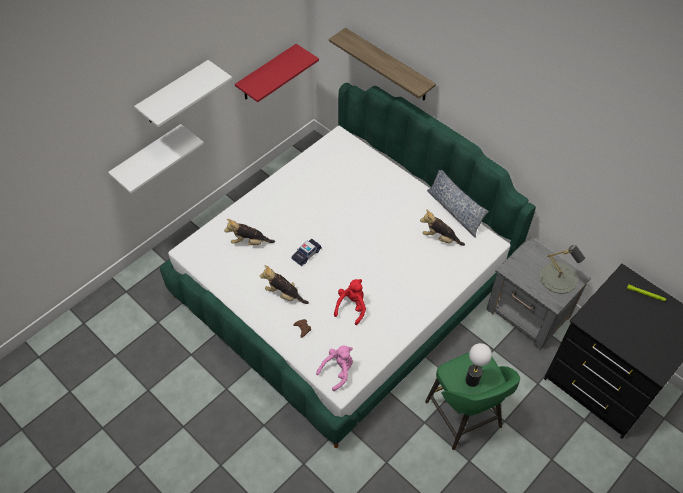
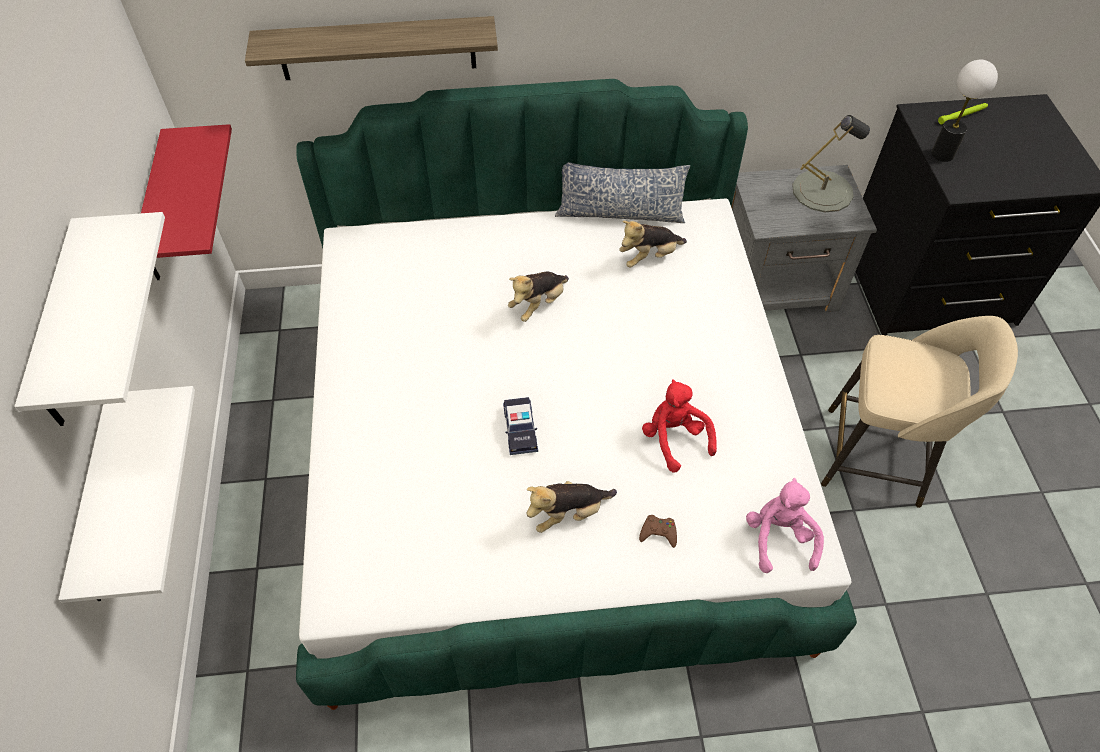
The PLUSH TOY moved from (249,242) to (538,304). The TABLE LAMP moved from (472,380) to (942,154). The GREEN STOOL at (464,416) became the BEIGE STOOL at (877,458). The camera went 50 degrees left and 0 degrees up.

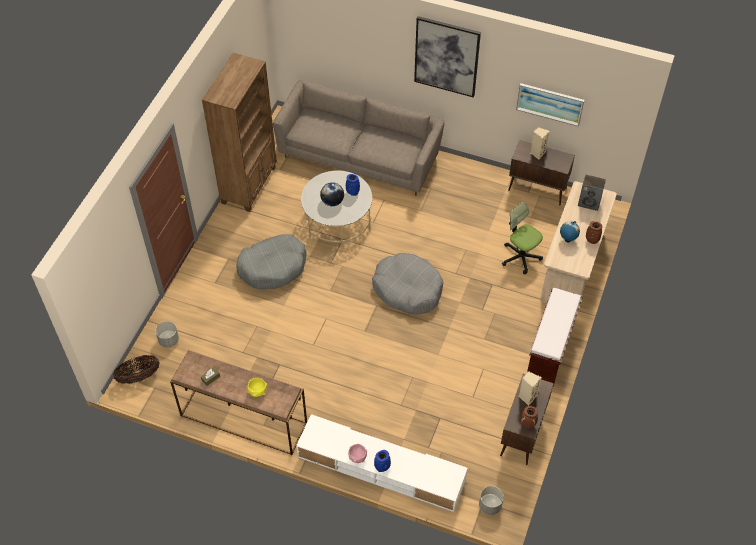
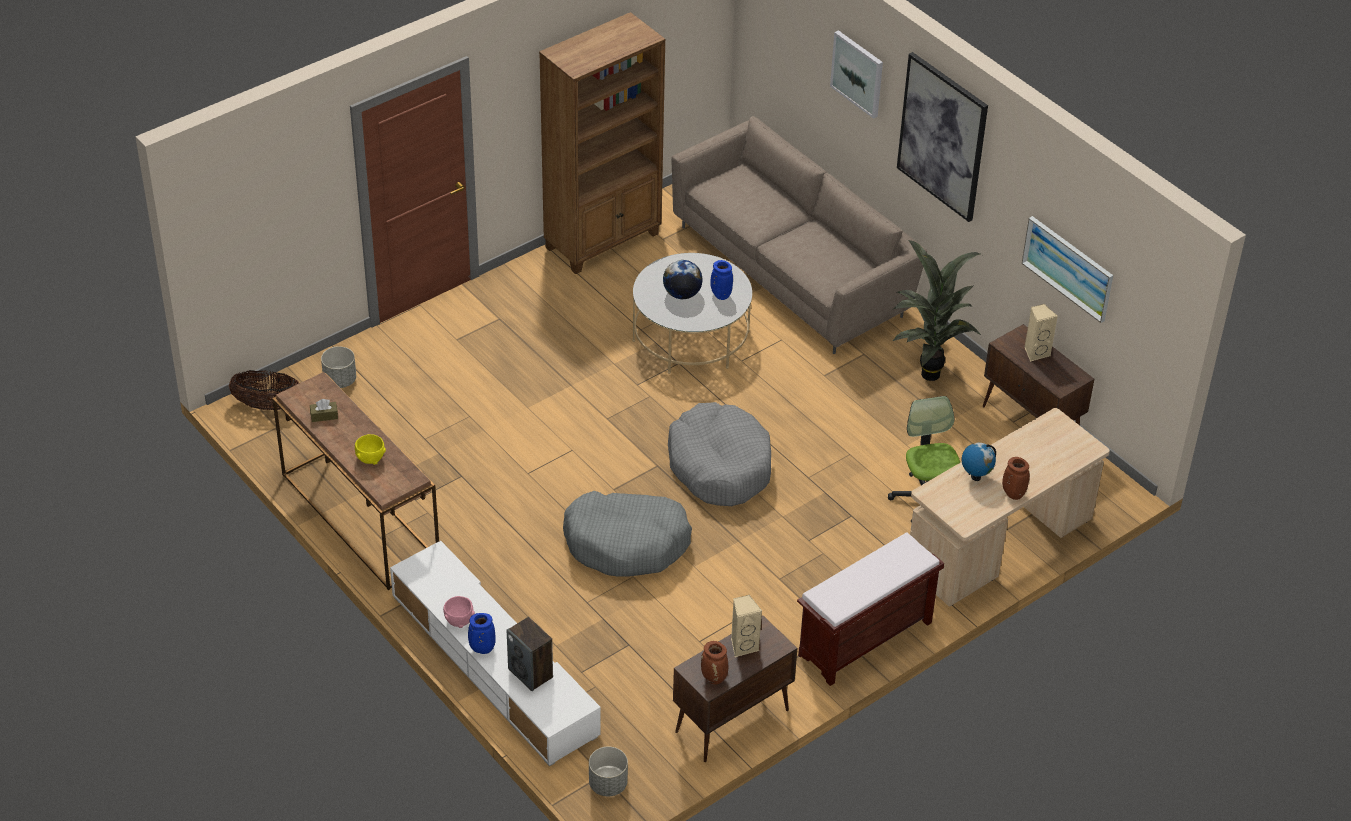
The SPEAKER moved from (589,203) to (531,673). The GREY DOG BED moved from (273,267) to (626,543). The PICTURE at (858,73) appeared. The POTTED PLANT at (927,372) appeared. The camera went 30 degrees right and 10 degrees down.

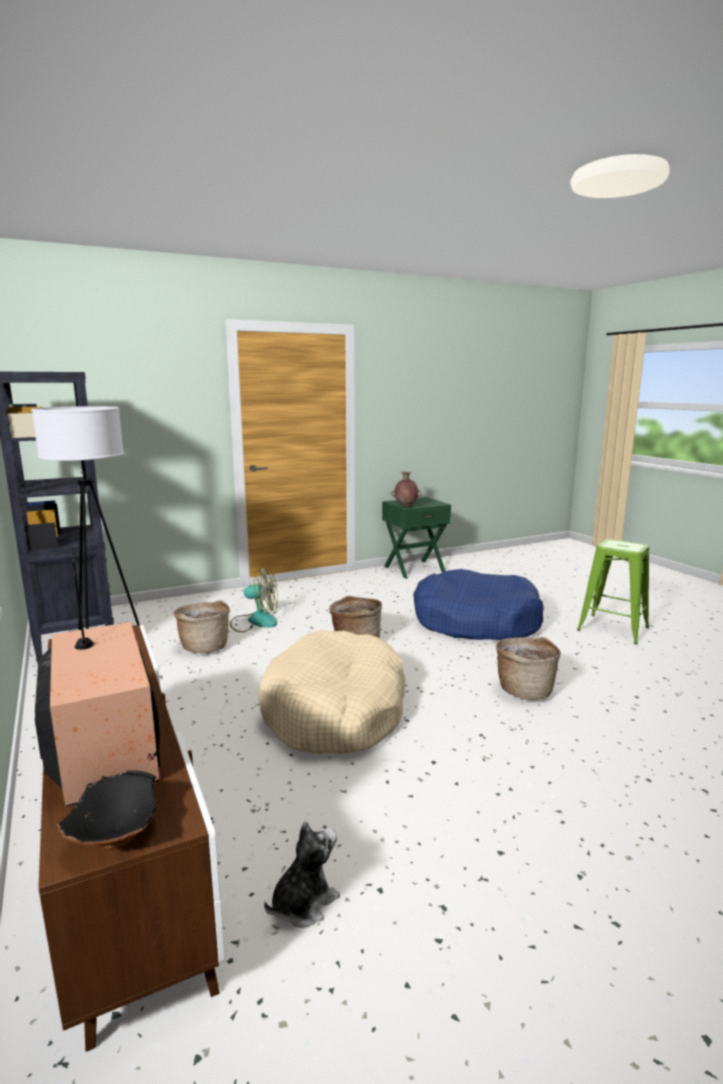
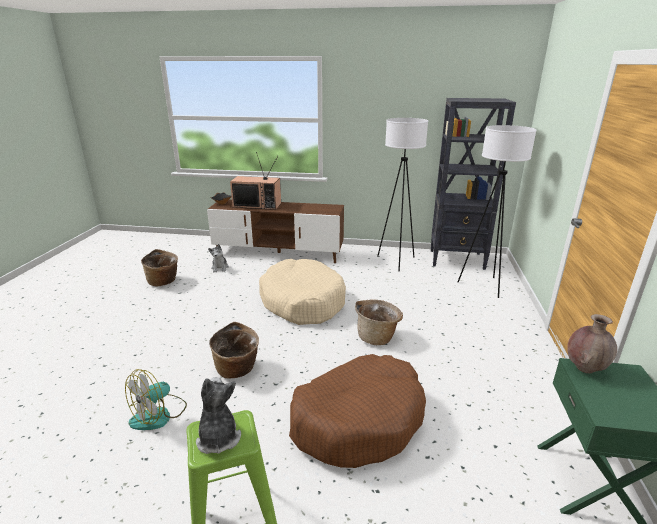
The FAN moved from (255,621) to (159,415). The BLUE DOG BED at (475,621) became the BROWN DOG BED at (358,420). The BASKET moved from (205,646) to (163,282). The WHITE FLOOR LAMP at (483,286) appeared. The PLUSH TOY at (218,437) appeared. The camera went 125 degrees right and 10 degrees up.

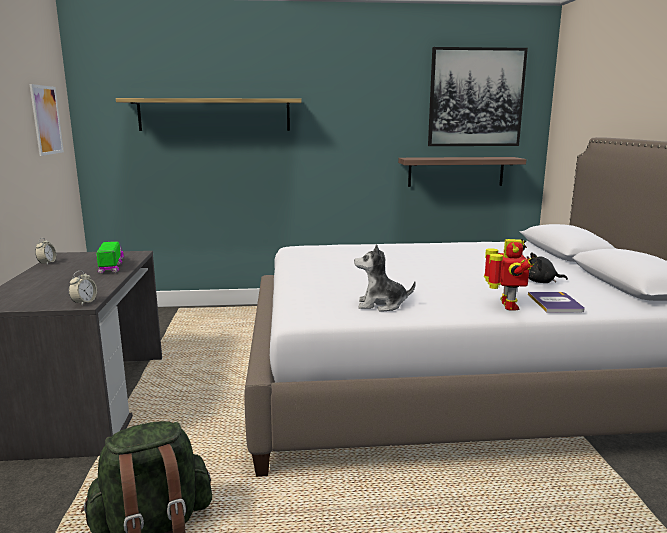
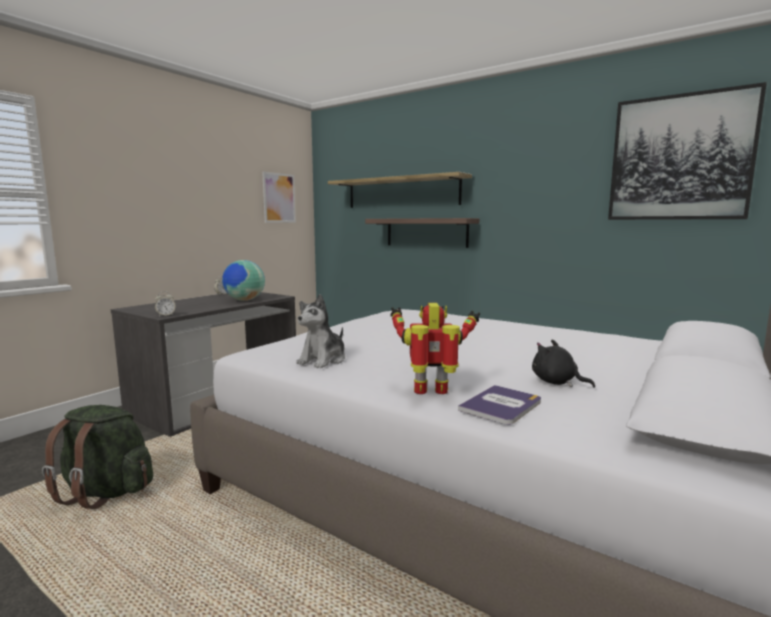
The SHELF moved from (456,171) to (426,232). The TOY ROBOT at (507,306) turned 135 degrees counterclockwise. The TOY TRUCK at (111,266) was replaced by the GLOBE at (244,300). The PLUSH TOY at (381,305) turned 105 degrees counterclockwise. The camera went 40 degrees right and 5 degrees down.

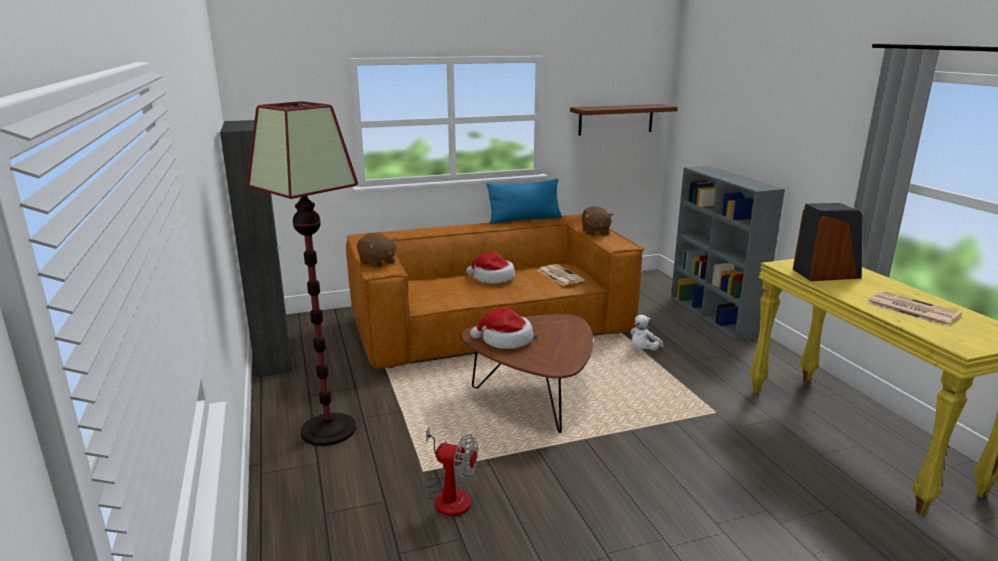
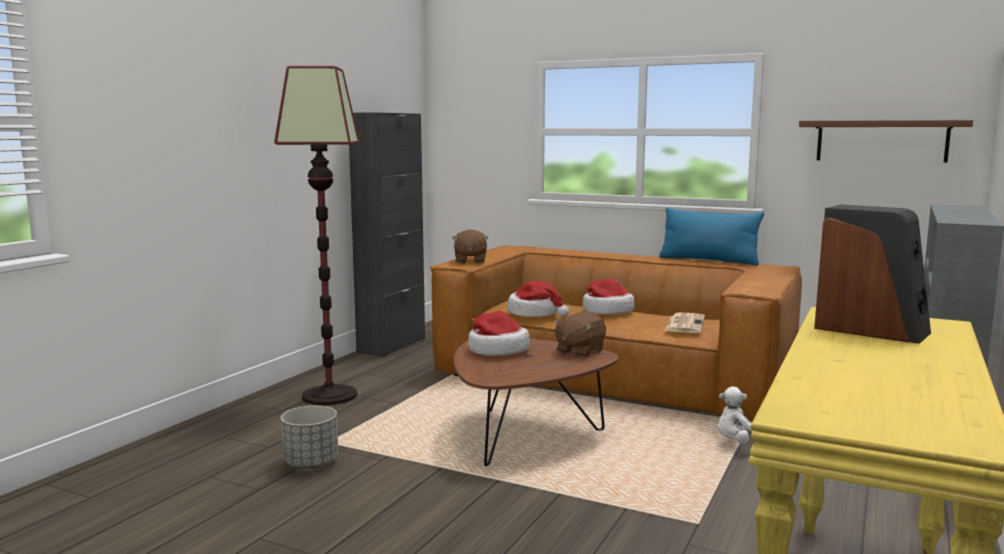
The BROWN PLUSH TOY moved from (595,232) to (579,351). The NEWSPAPER at (911,309) disappeared. The FAN at (449,495) was replaced by the GREY PLANTER at (311,463). The HAT at (535,313) appeared. The camera went 45 degrees right and 10 degrees down.

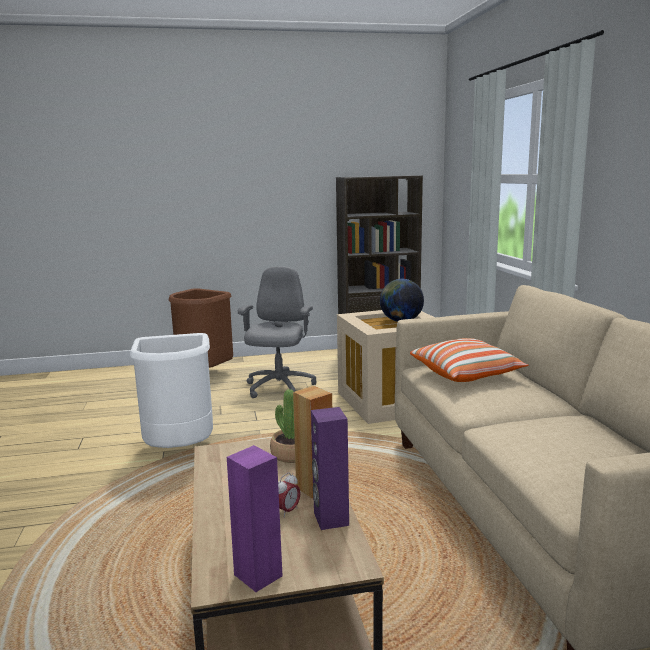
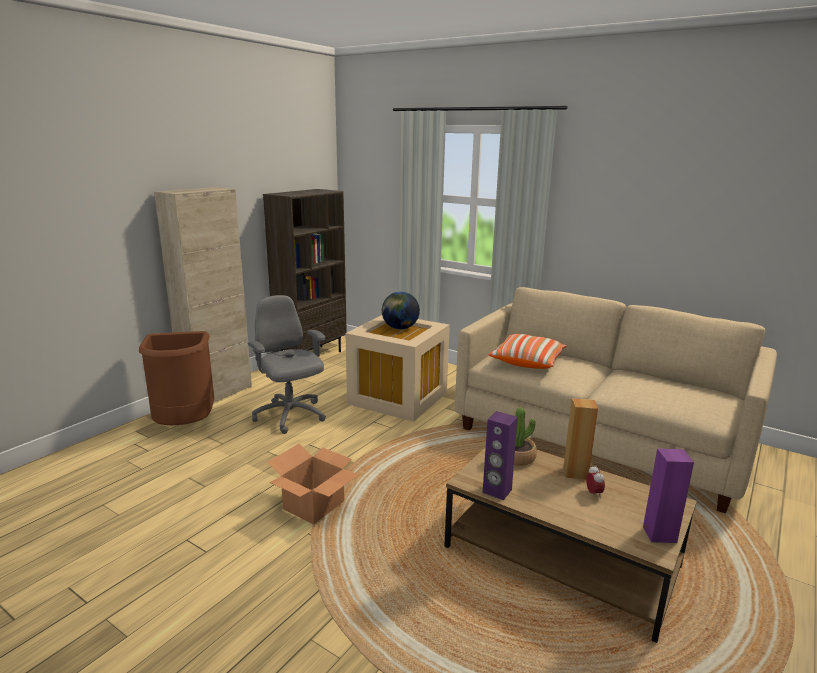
The WHITE TRASH CAN at (179,450) was replaced by the CARDBOARD BOX at (314,505). The PURPLE SPEAKER moved from (330,519) to (497,491). The BEIGE CABINET at (217,394) appeared. The camera went 45 degrees left and 5 degrees up.

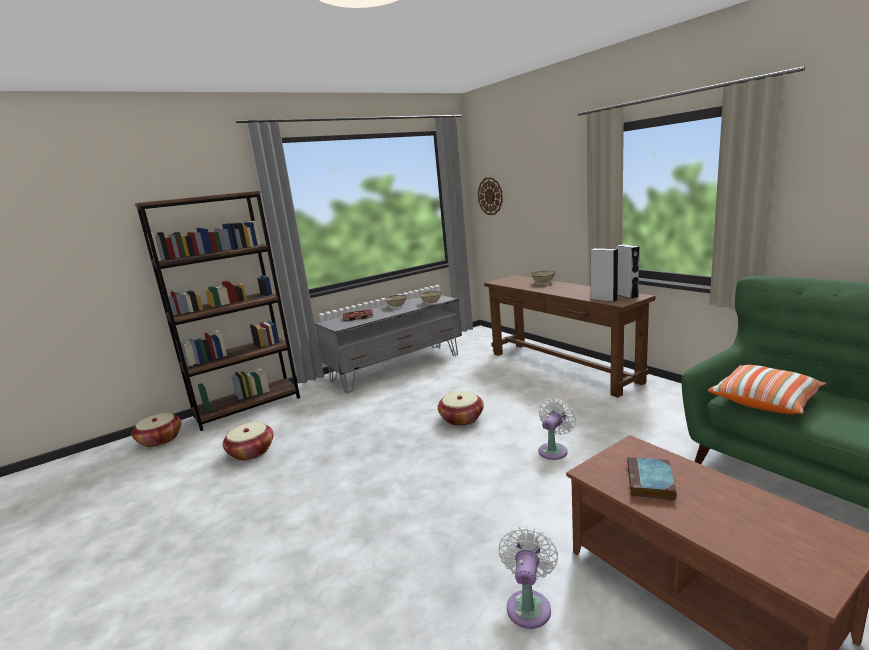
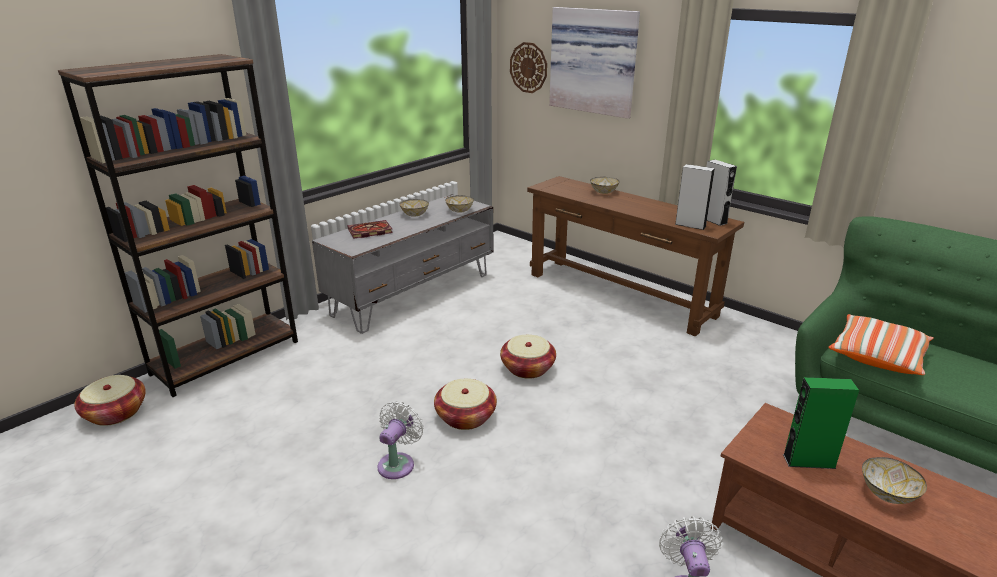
The WHITE FAN moved from (554,450) to (398,463). The BASKET moved from (251,452) to (465,417). The BOOK at (651,483) was replaced by the GREEN SPEAKER at (809,461). The PICTURE at (594,61) appeared. The BOWL at (887,494) appeared. The camera went 15 degrees left and 10 degrees up.

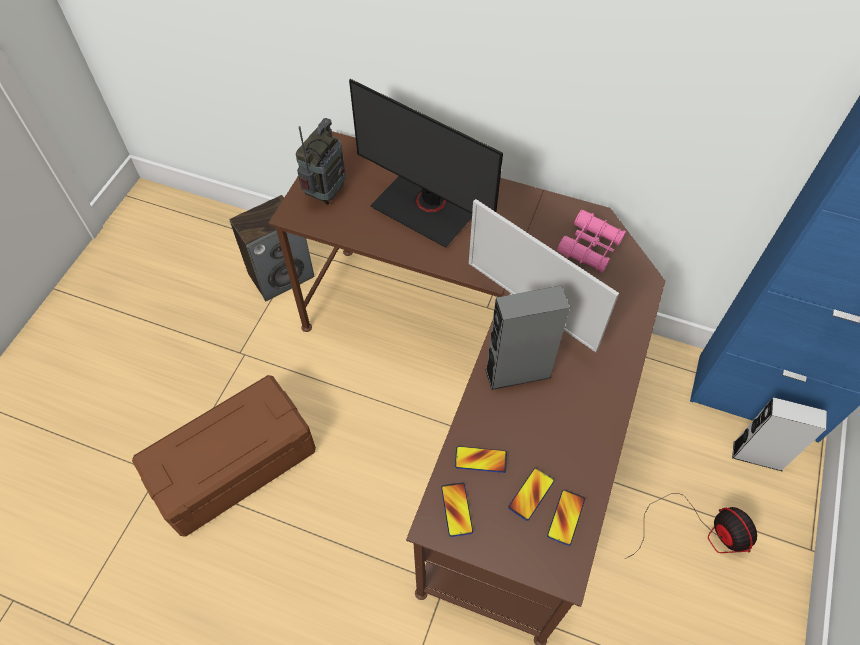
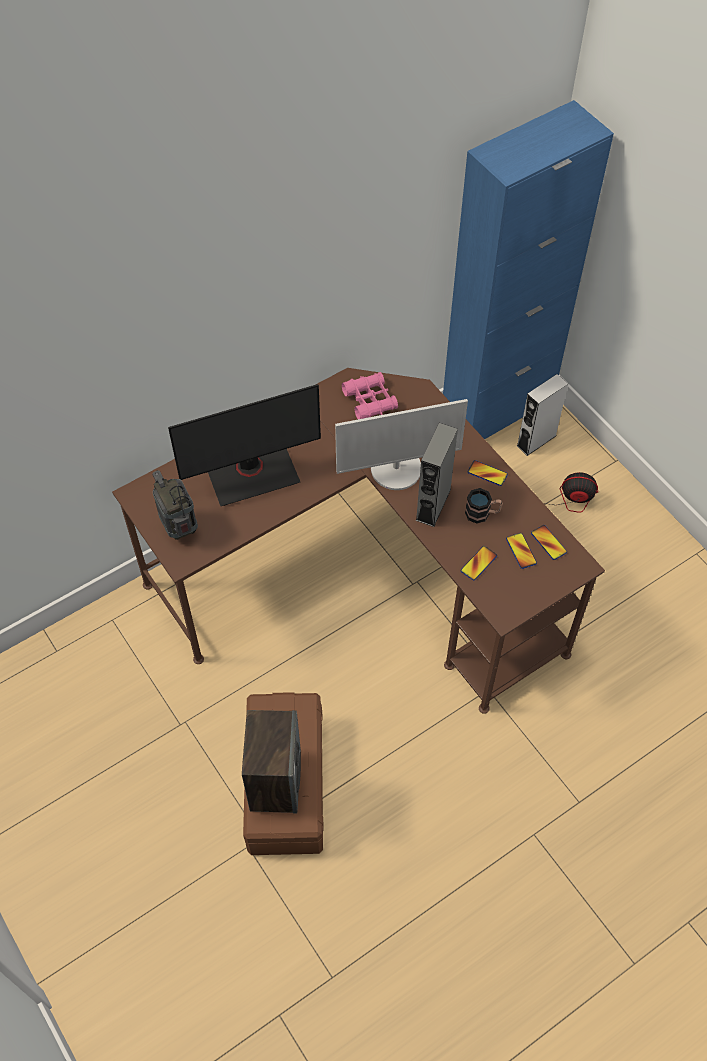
The SPEAKER moved from (281,275) to (275,780). The PHONE moved from (456,509) to (487,473). The MUG at (482,513) appeared. The camera went 55 degrees left and 0 degrees up.

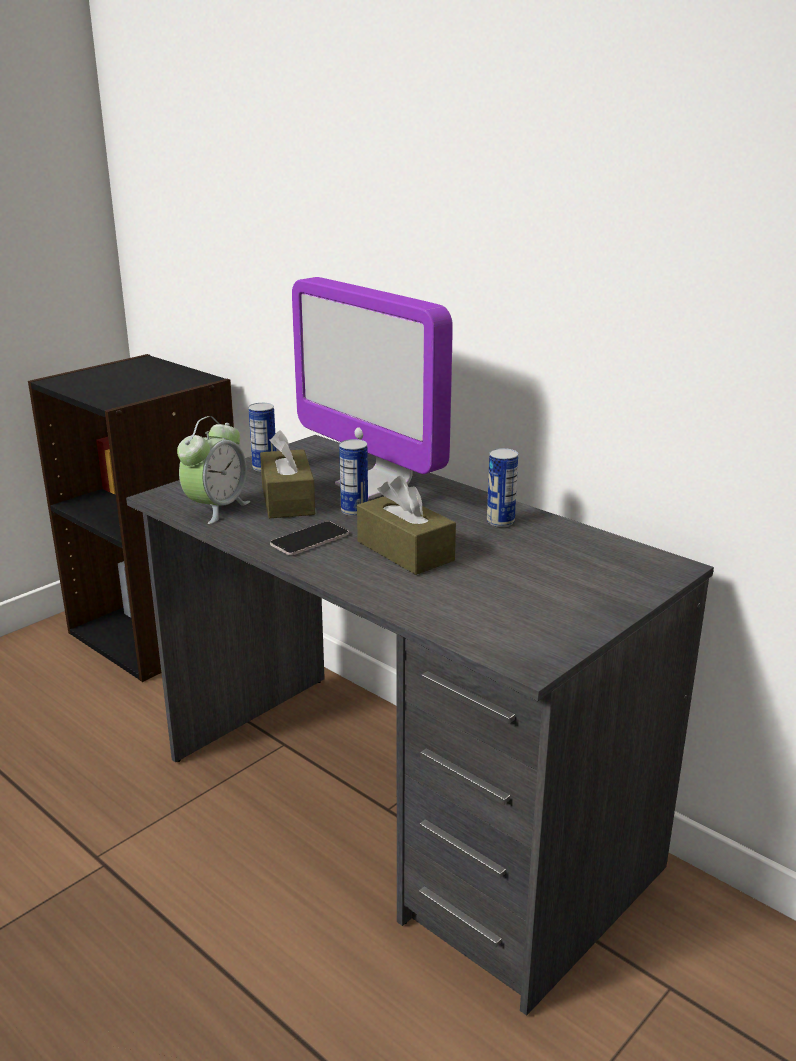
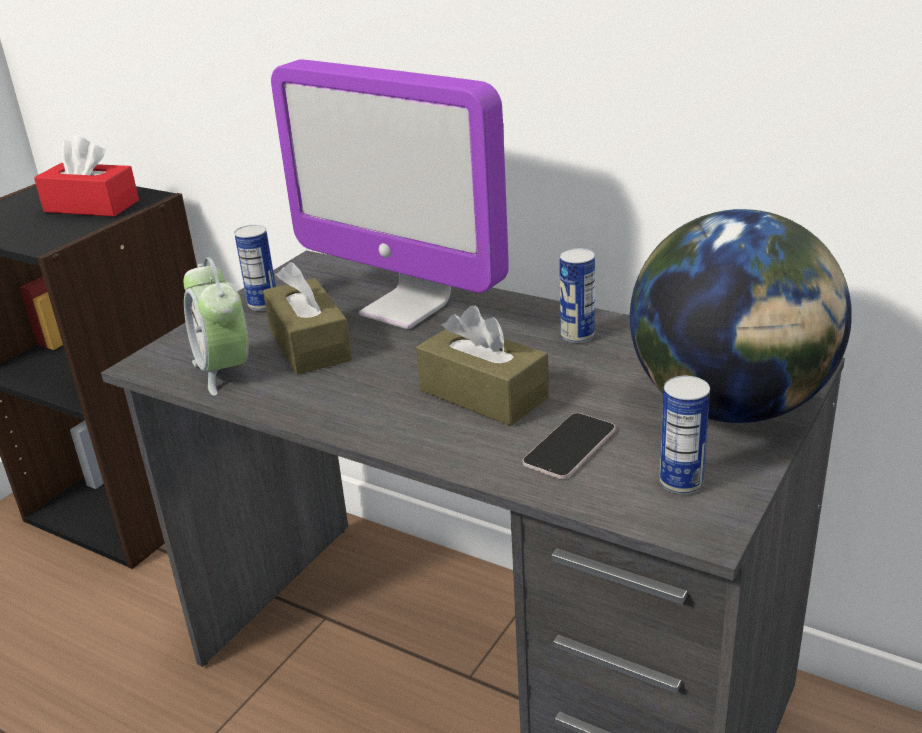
The ALARM CLOCK at (216,509) turned 135 degrees clockwise. The CAN moved from (354,511) to (681,482). The PHONE moved from (309,539) to (570,447). The RED TISSUE BOX at (91,206) appeared. The GLOBE at (731,406) appeared. The camera went 10 degrees left and 5 degrees up.

